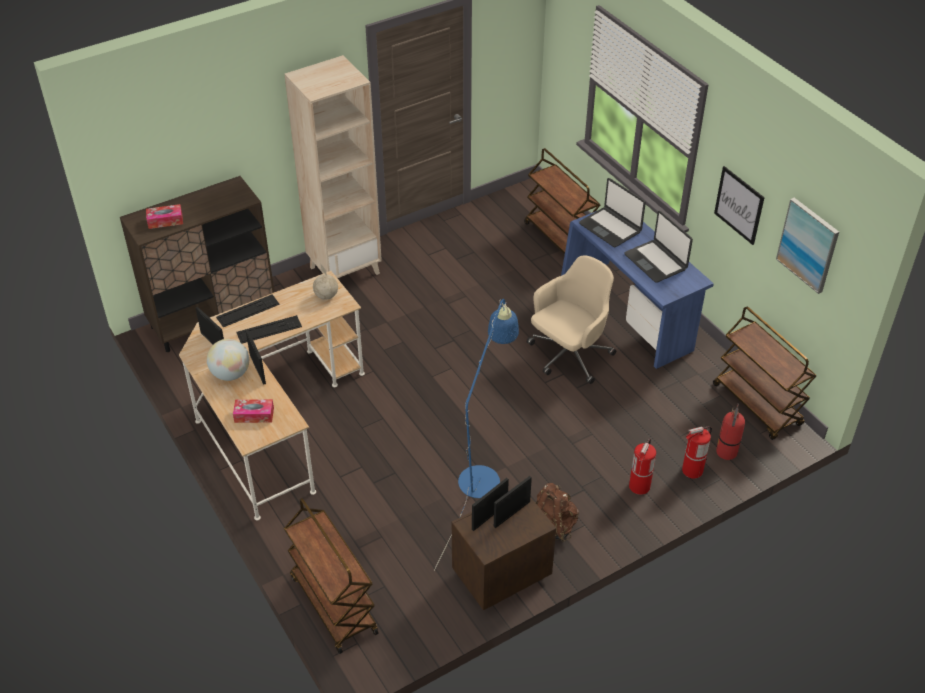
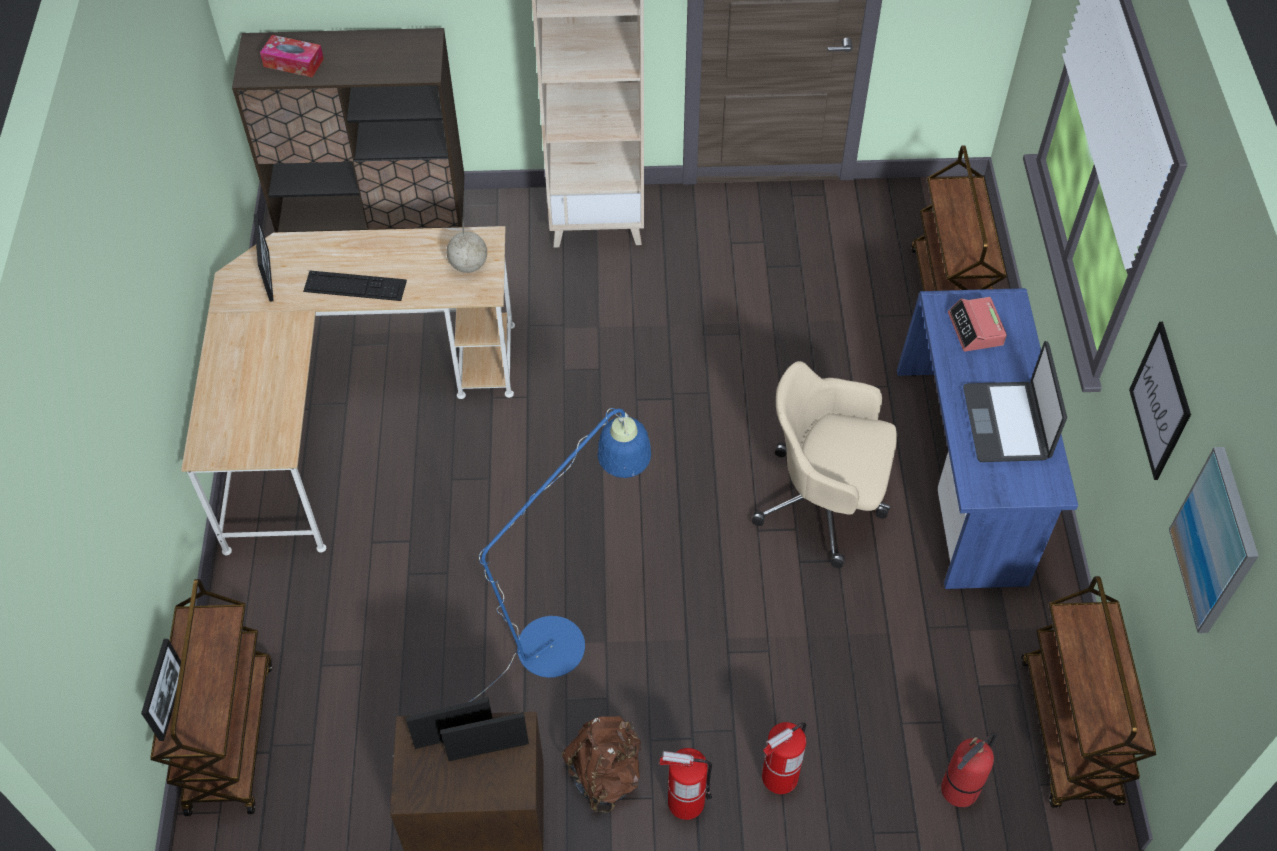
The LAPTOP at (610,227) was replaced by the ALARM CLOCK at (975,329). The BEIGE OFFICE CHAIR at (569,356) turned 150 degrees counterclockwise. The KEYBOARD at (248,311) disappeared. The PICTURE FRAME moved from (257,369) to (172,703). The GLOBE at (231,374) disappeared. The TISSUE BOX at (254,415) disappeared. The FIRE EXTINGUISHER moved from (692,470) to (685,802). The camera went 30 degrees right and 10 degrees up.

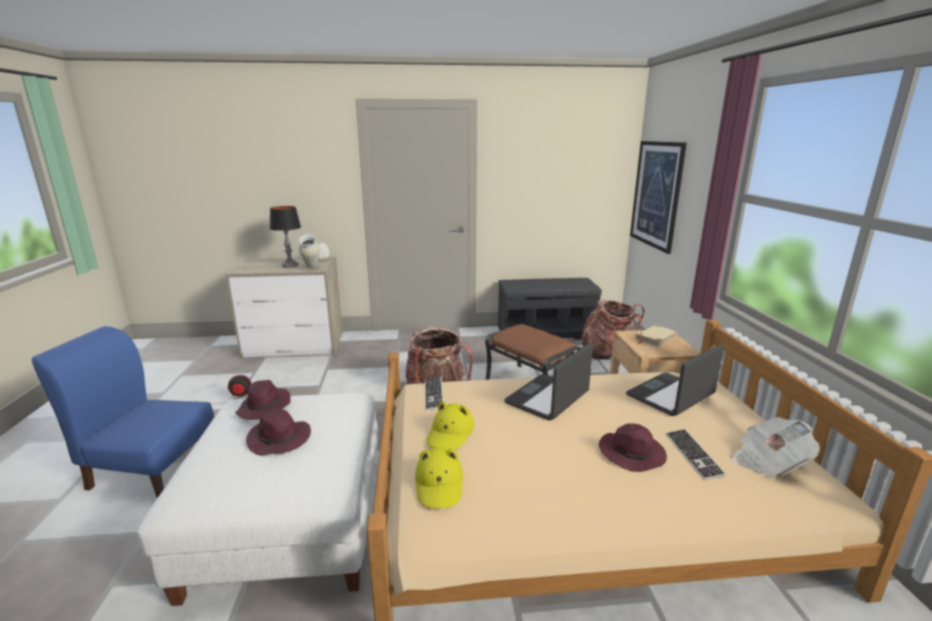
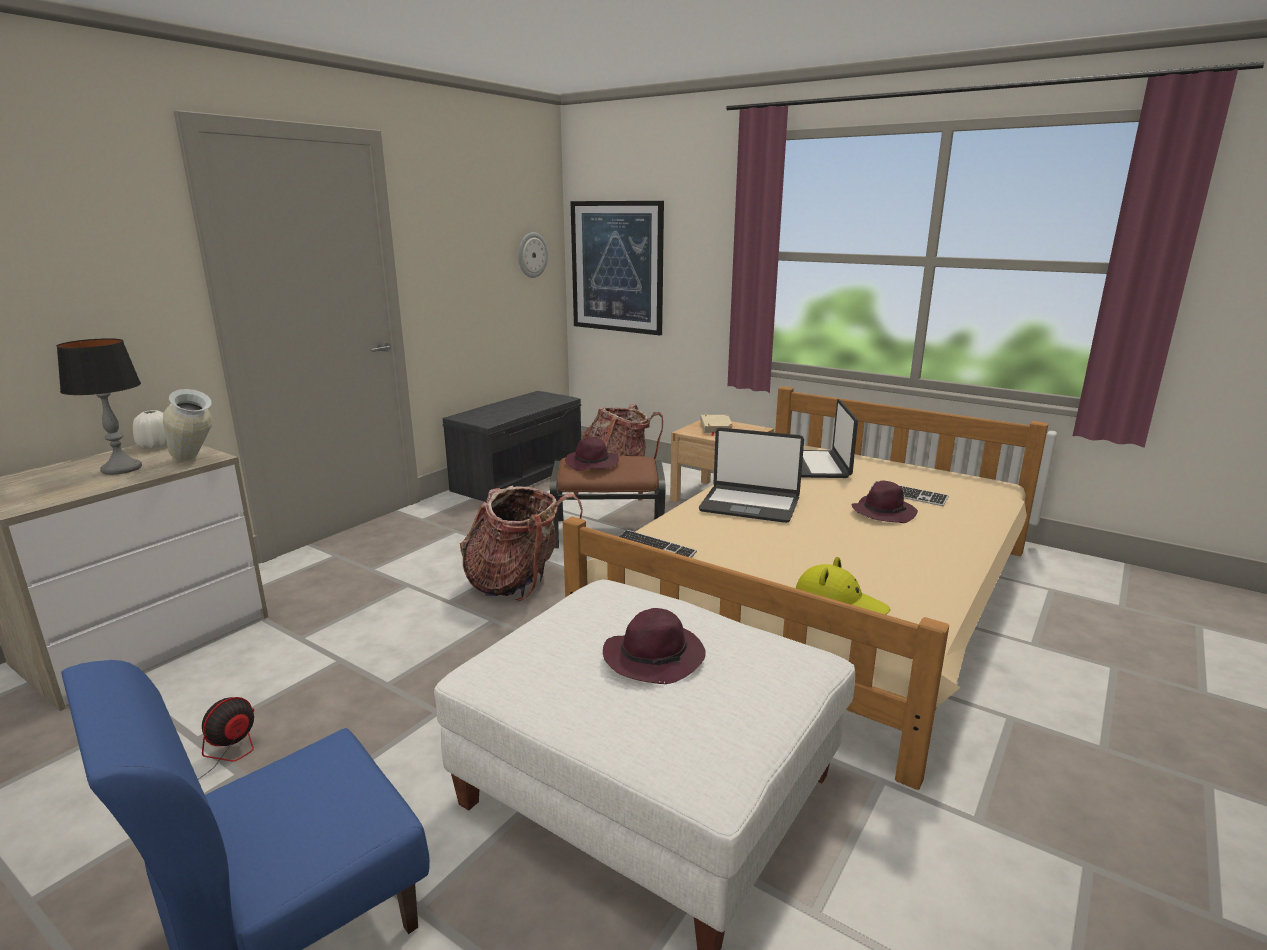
The LAPTOP at (548,398) turned 60 degrees counterclockwise. The PURPLE HAT moved from (264,407) to (592,464). The YELLOW HAT at (450,433) disappeared. The NEWSPAPER at (768,462) disappeared. The WALL CLOCK at (532,255) appeared. The camera went 50 degrees left and 0 degrees up.

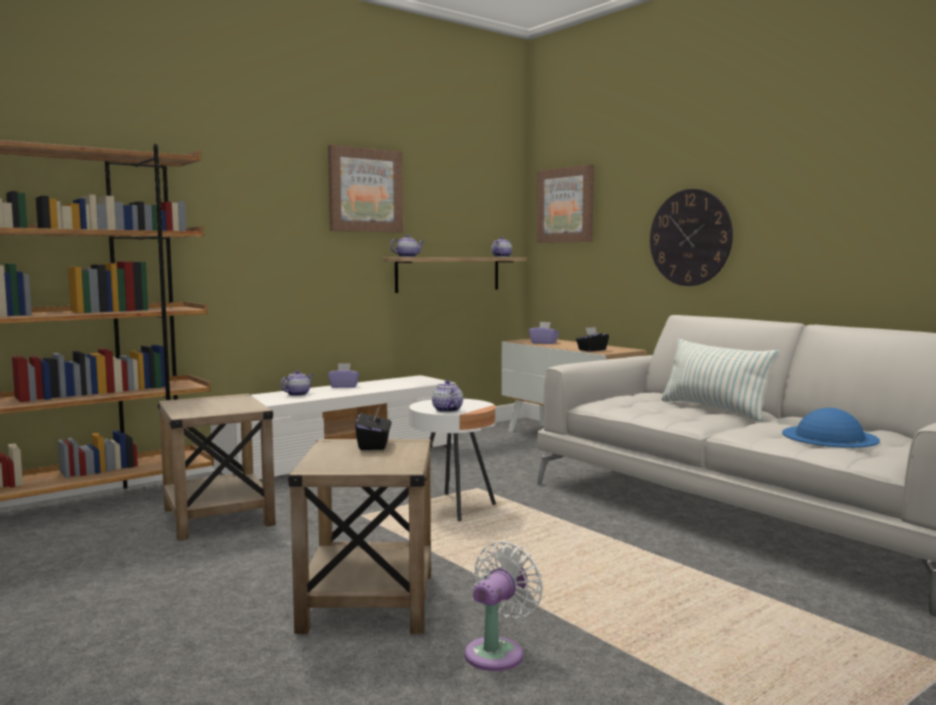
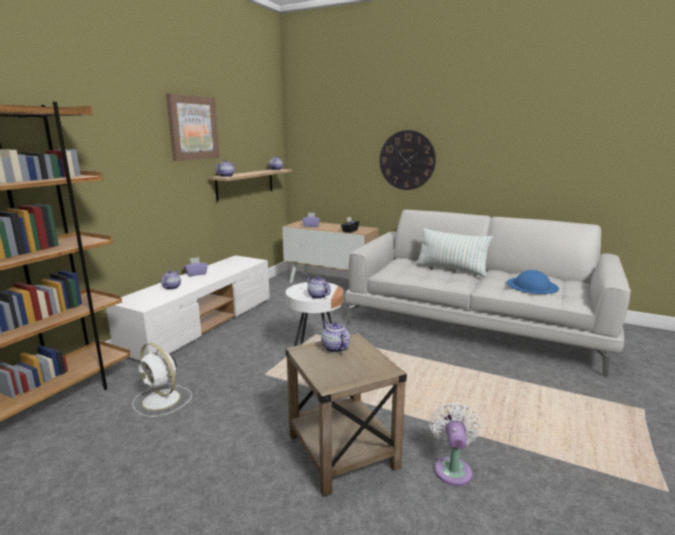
The PICTURE at (566,205) disappeared. The BEIGE SIDE TABLE at (218,518) was replaced by the WHITE FAN at (162,400). The BLACK TISSUE BOX at (374,445) was replaced by the TEAPOT at (334,348). The camera went 25 degrees left and 10 degrees up.

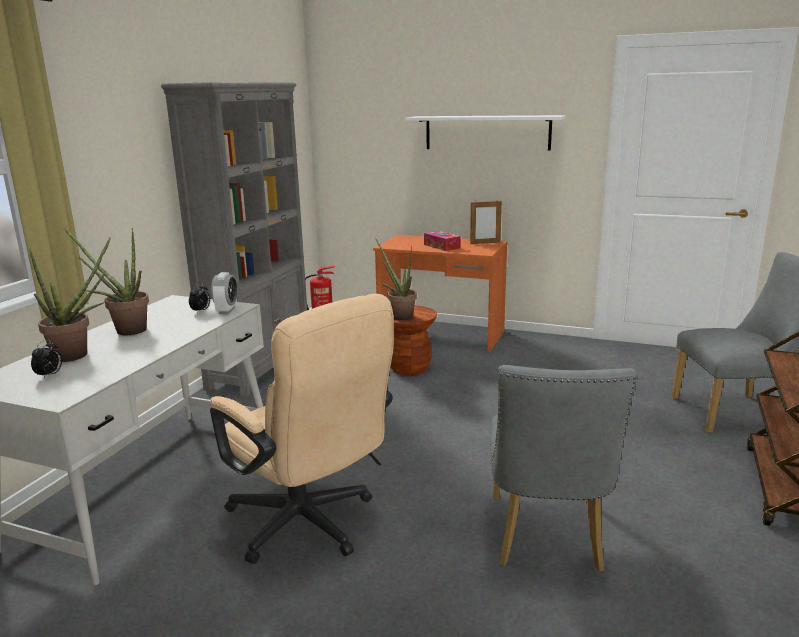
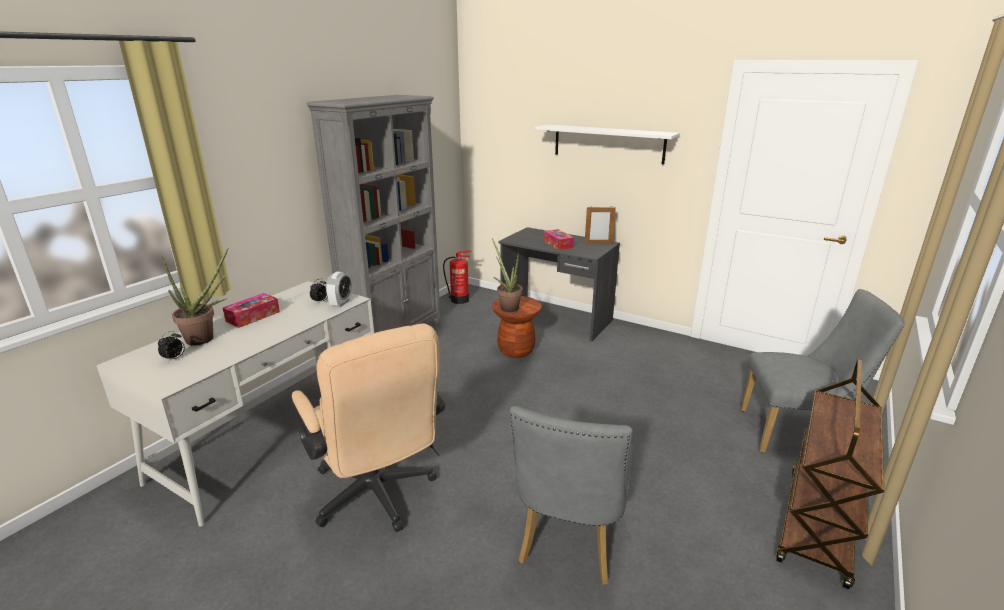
The POTTED PLANT at (125,330) was replaced by the TISSUE BOX at (253,316). The ORANGE DESK at (441,335) became the GREY DESK at (556,319). The camera went 10 degrees right and 5 degrees up.

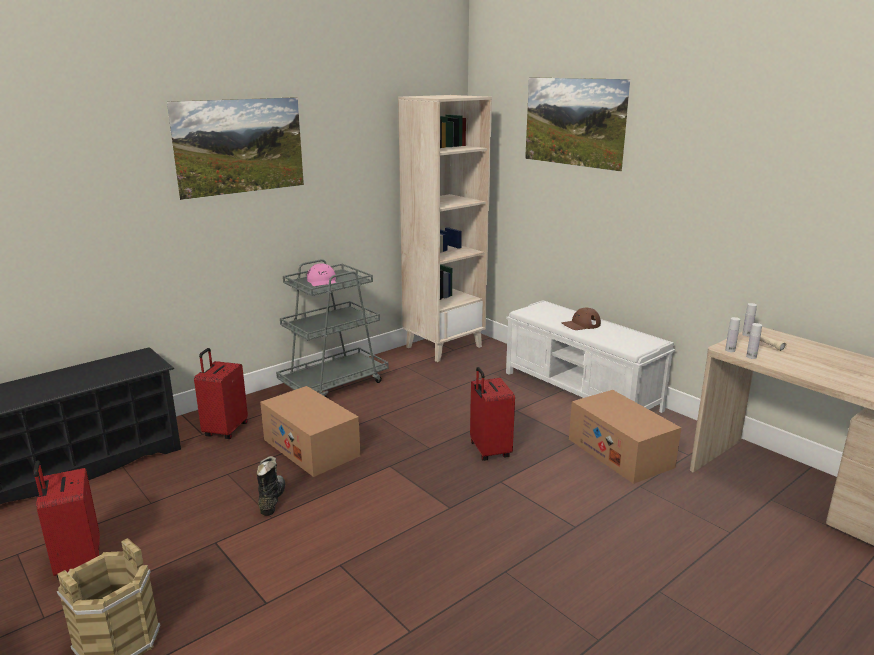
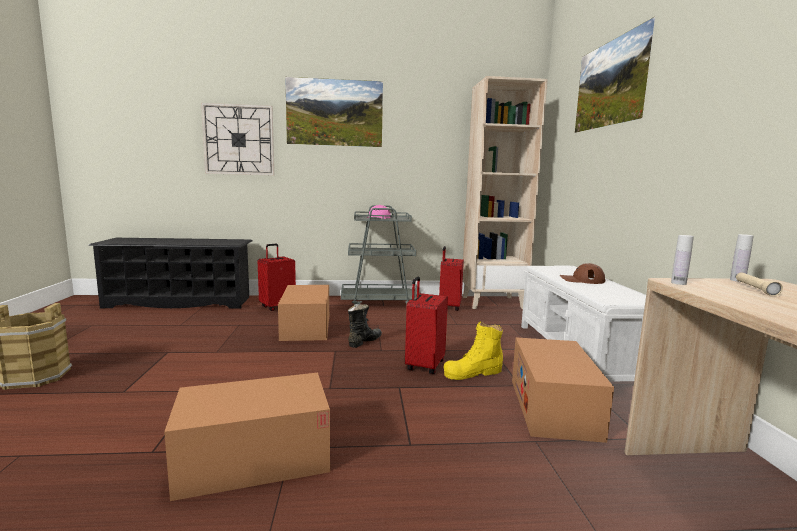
The WHITE BOTTLE at (751,357) disappeared. The BLACK BOOT moved from (271,500) to (364,341). The RED SUITCASE moved from (77,562) to (449,307). The WALL CLOCK at (239,140) appeared. The YELLOW BOOT at (473,373) appeared. The CARDBOARD BOX at (254,459) appeared. The camera went 35 degrees right and 10 degrees down.

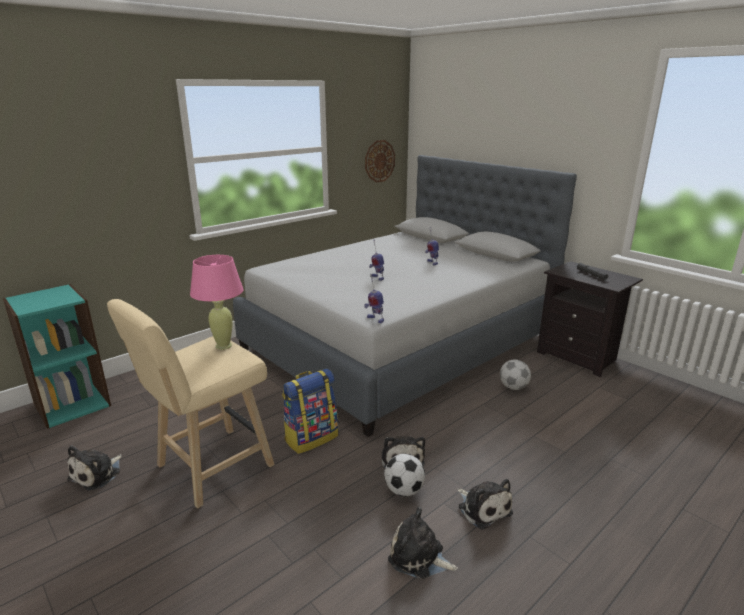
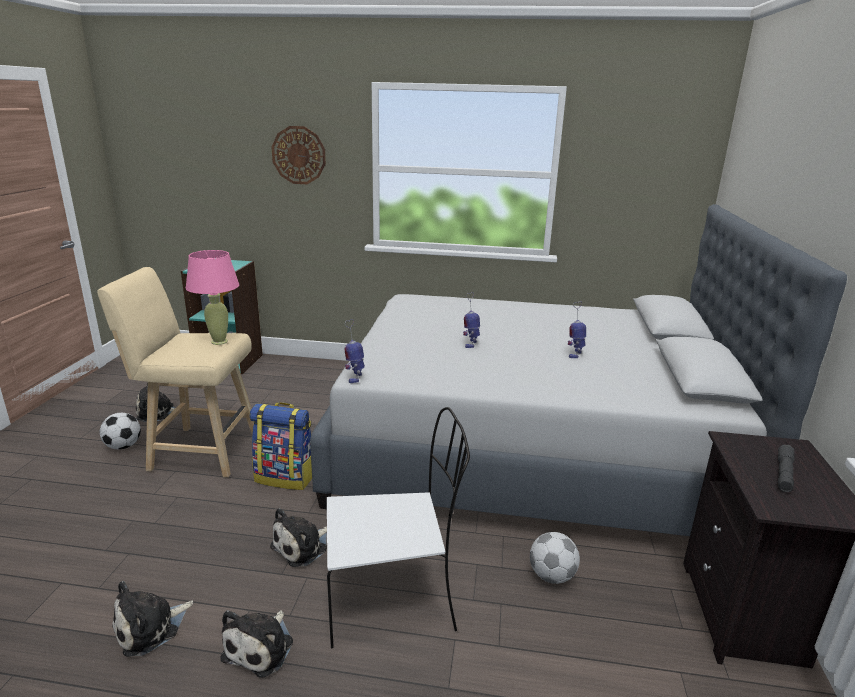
The WALL CLOCK moved from (379,161) to (299,155). The FOOTBALL moved from (404,490) to (123,446). The PLUSH TOY at (419,557) turned 120 degrees counterclockwise. The WHITE CHAIR at (393,596) appeared. The camera went 50 degrees right and 0 degrees up.

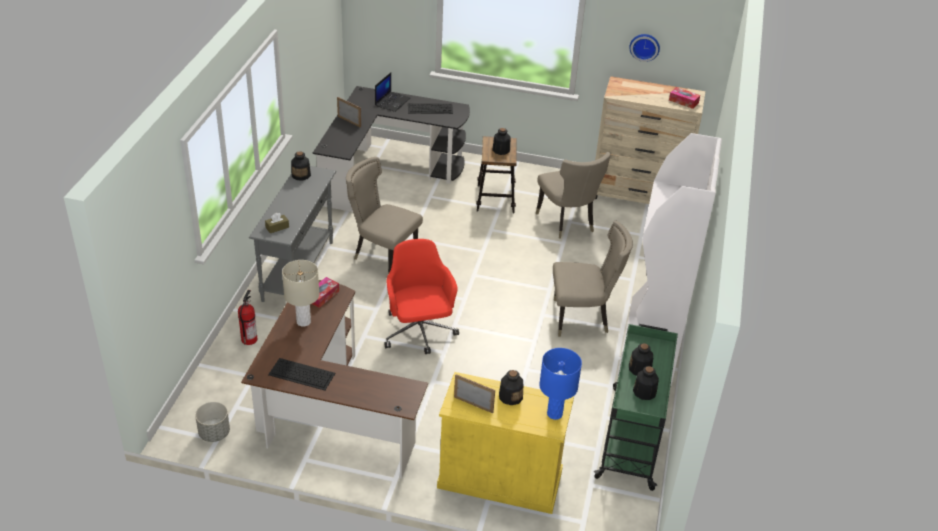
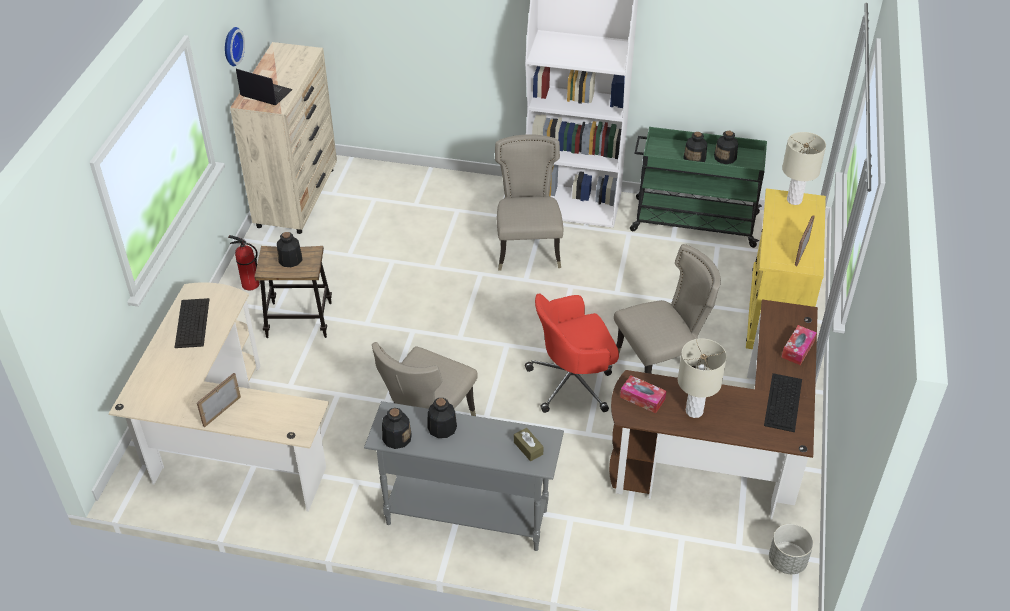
The LAPTOP moved from (392,101) to (265,93). The BLACK DESK at (386,172) became the BEIGE DESK at (224,438). The TISSUE BOX moved from (683,101) to (798,349). The BEIGE CHAIR moved from (567,223) to (660,366). The FIRE EXTINGUISHER moved from (249,339) to (249,284). The BLUE TABLE LAMP at (554,414) became the BEIGE TABLE LAMP at (794,200). The BOTTLE moved from (510,396) to (441,428). The camera went 90 degrees left and 5 degrees up.

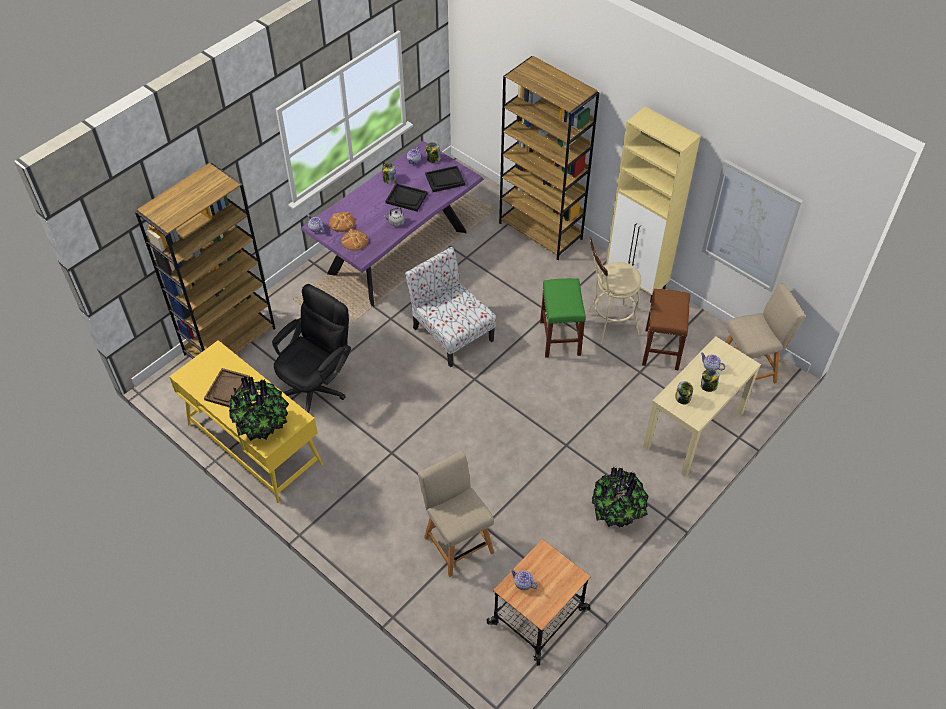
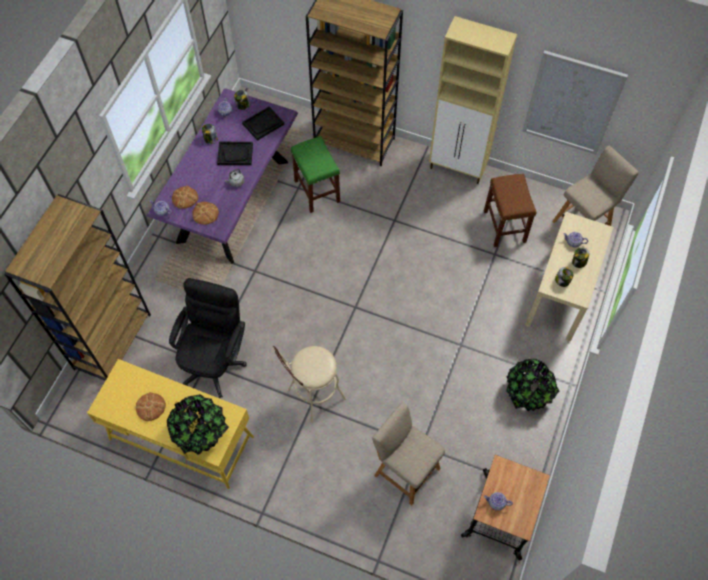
The BEIGE STOOL moved from (607,325) to (312,397). The CHAIR at (451,333) disappeared. The GREEN STOOL moved from (559,337) to (316,191). The BROWN TRAY at (227,389) was replaced by the BREAD at (150,407). The camera went 20 degrees left and 10 degrees up.

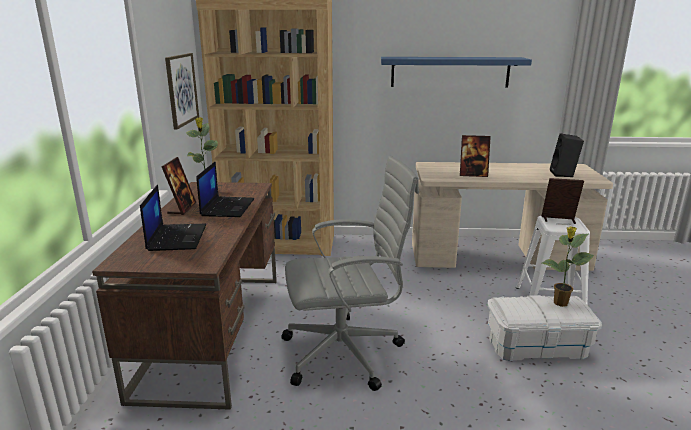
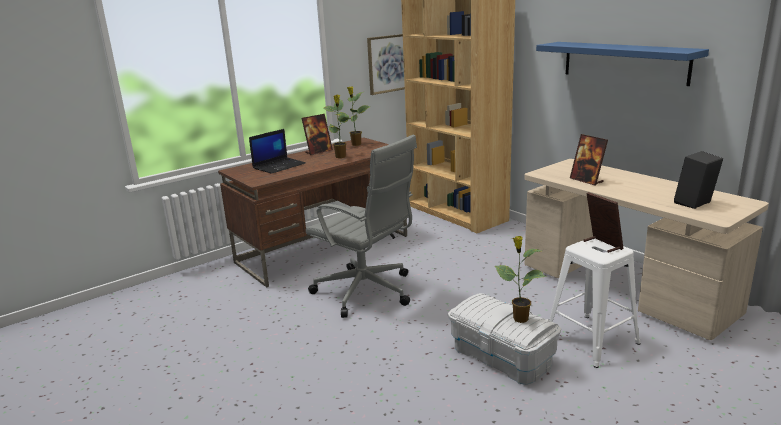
The LAPTOP at (227,207) was replaced by the POTTED PLANT at (340,157). The camera went 50 degrees right and 0 degrees up.

